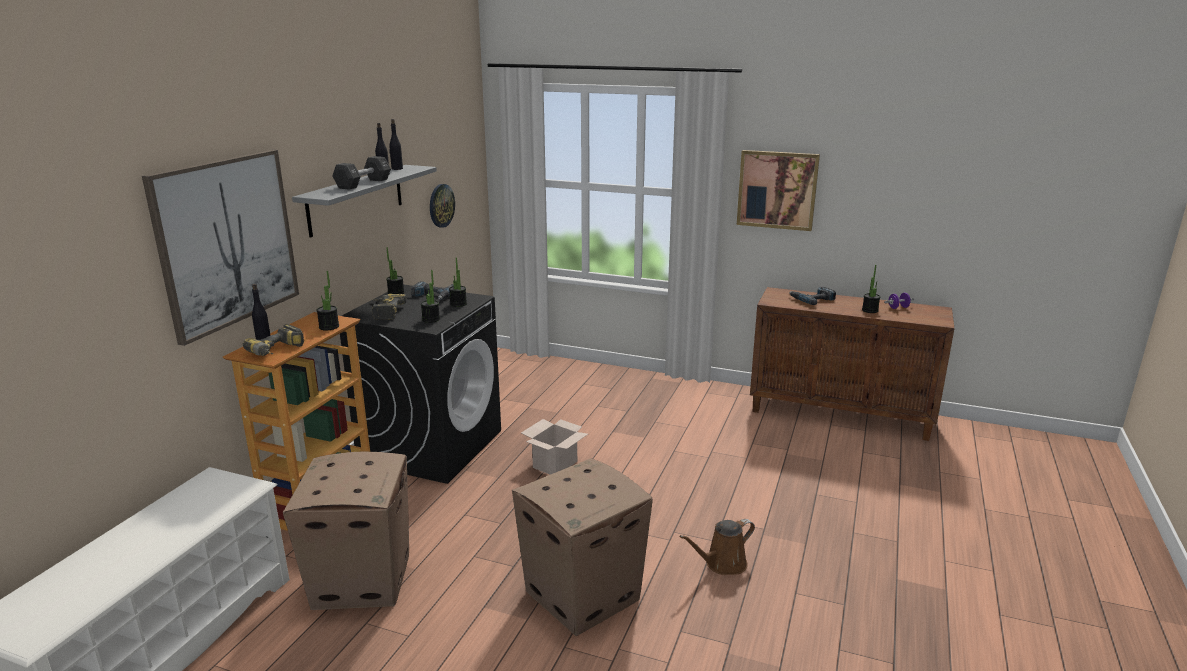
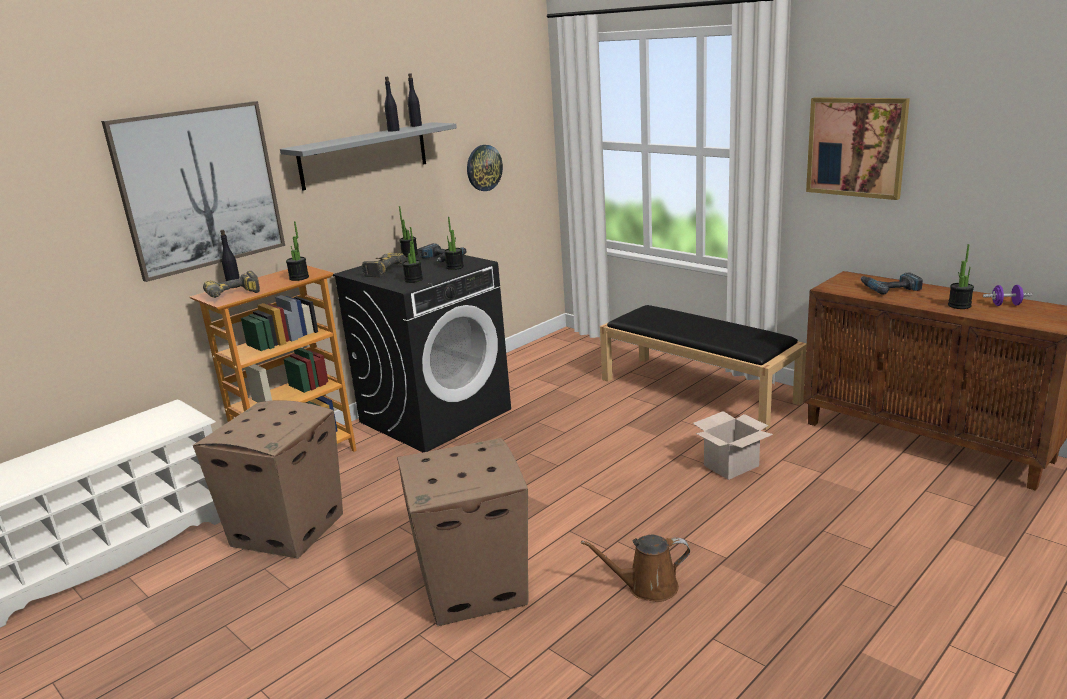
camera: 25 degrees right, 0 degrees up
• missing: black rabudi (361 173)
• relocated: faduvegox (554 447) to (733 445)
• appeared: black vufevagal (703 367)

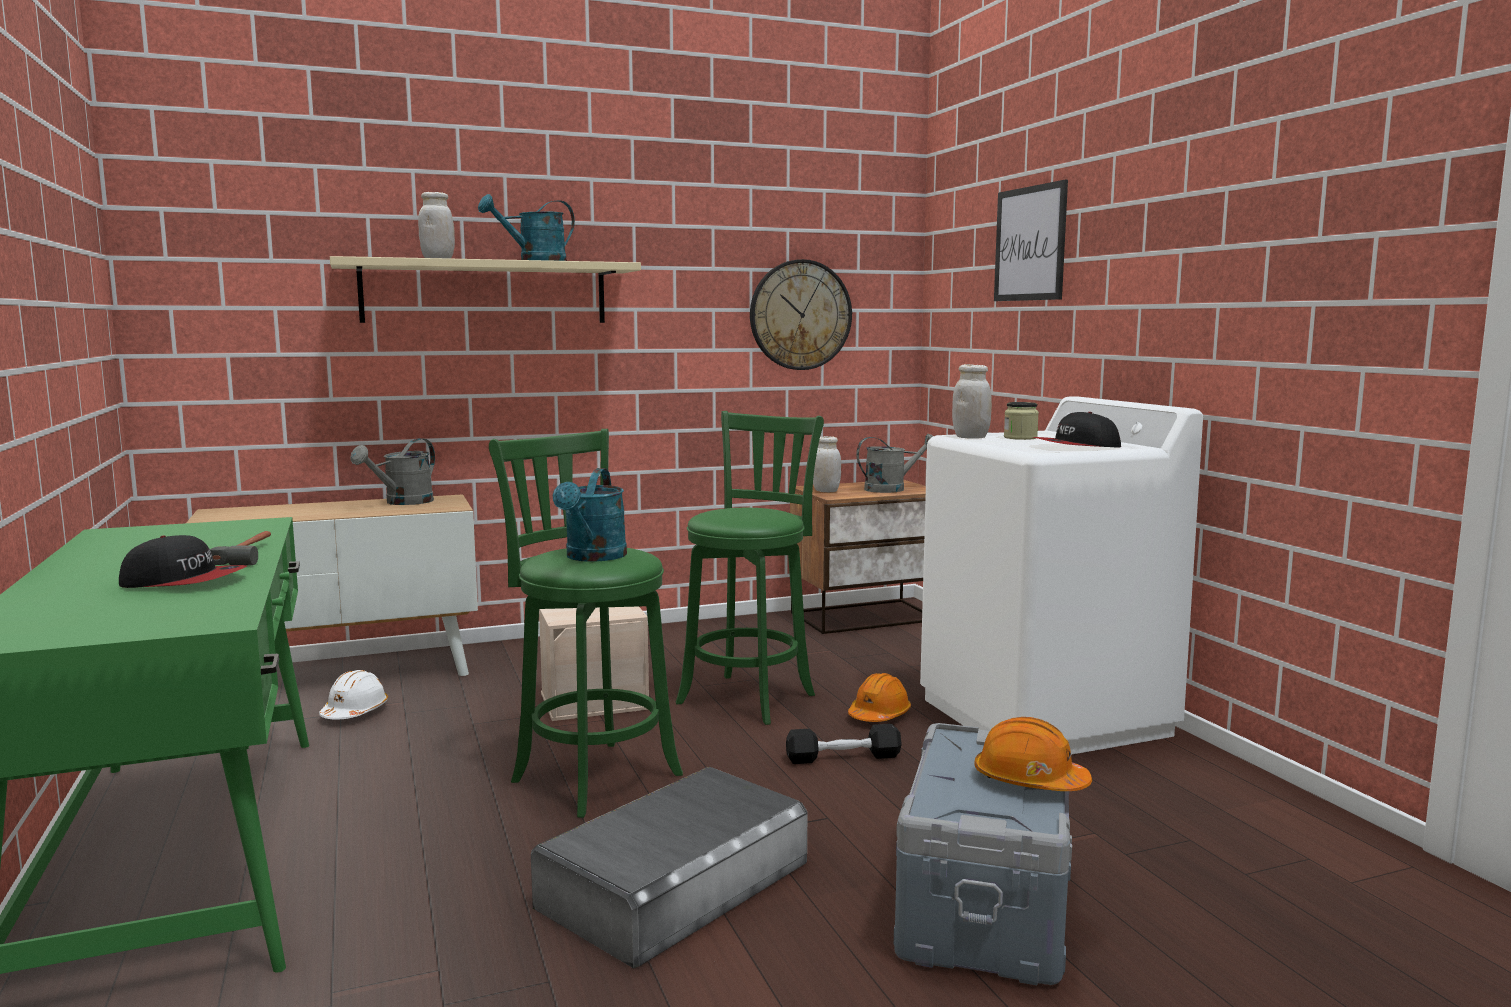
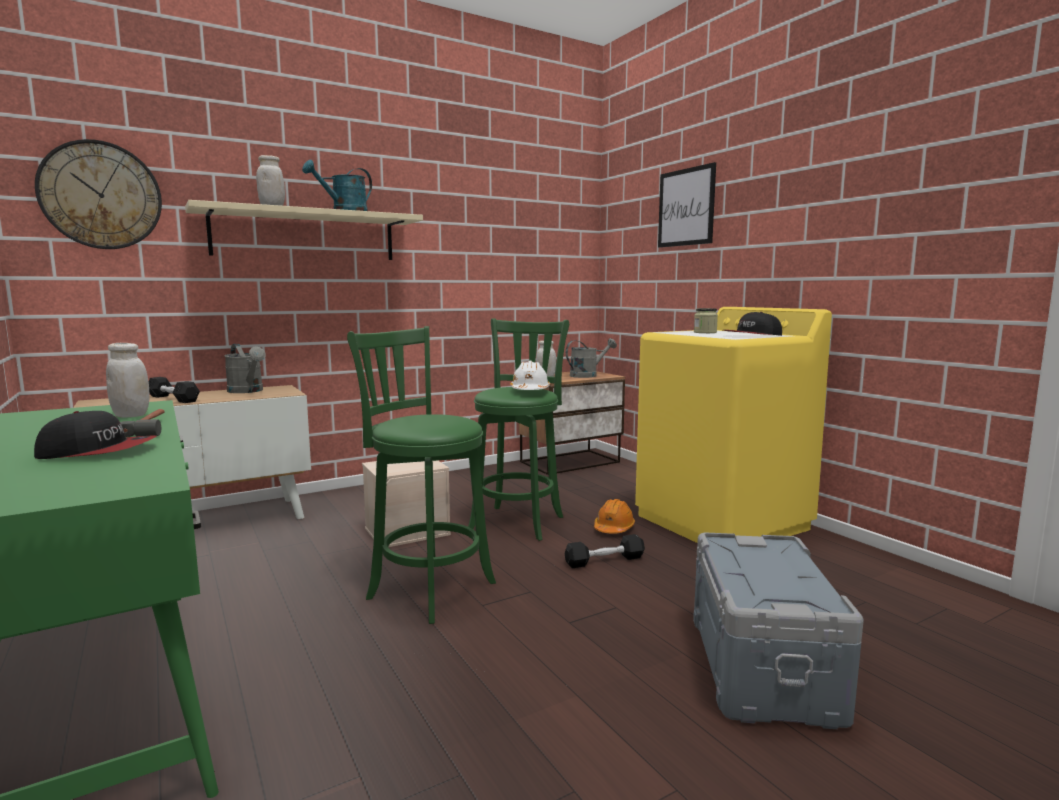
camera: 10 degrees left, 0 degrees up
• relocated: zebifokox (801 314) to (98 194)
• relocated: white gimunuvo (972 401) to (128 380)
• colour: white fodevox (1061 575) to yellow fodevox (733 425)
• spun: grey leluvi (393 471) = (244 368) 60 degrees counterclockwise
• missing: turquoise leluvi (590 515)
• relocated: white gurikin (353 695) to (530 375)
• missing: orange gurikin (1033 754)
• missing: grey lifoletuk (669 867)
• appeared: black rabudi (174 390)

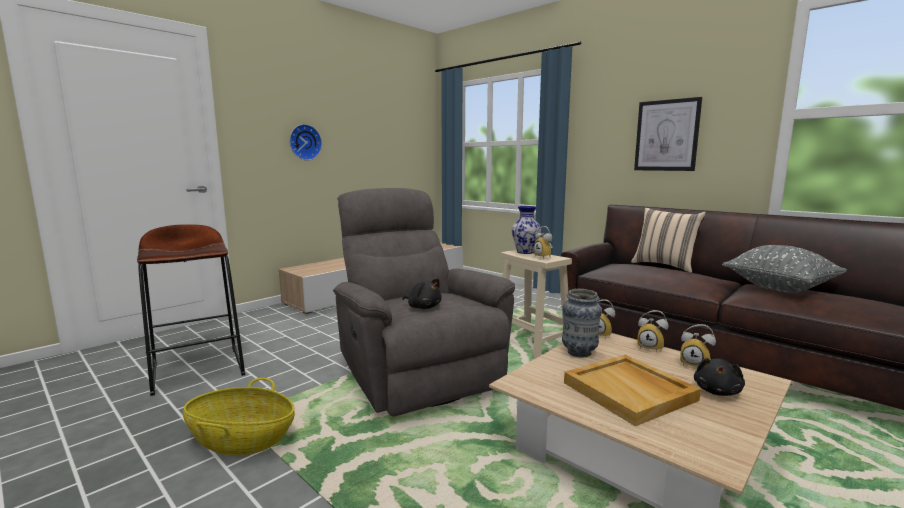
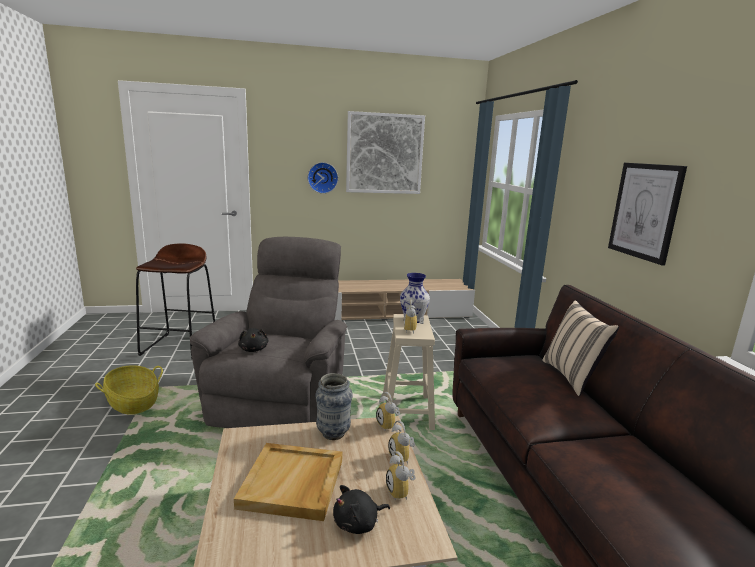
camera: 35 degrees right, 5 degrees up
• missing: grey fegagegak (784 269)
• appeared: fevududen (385 152)

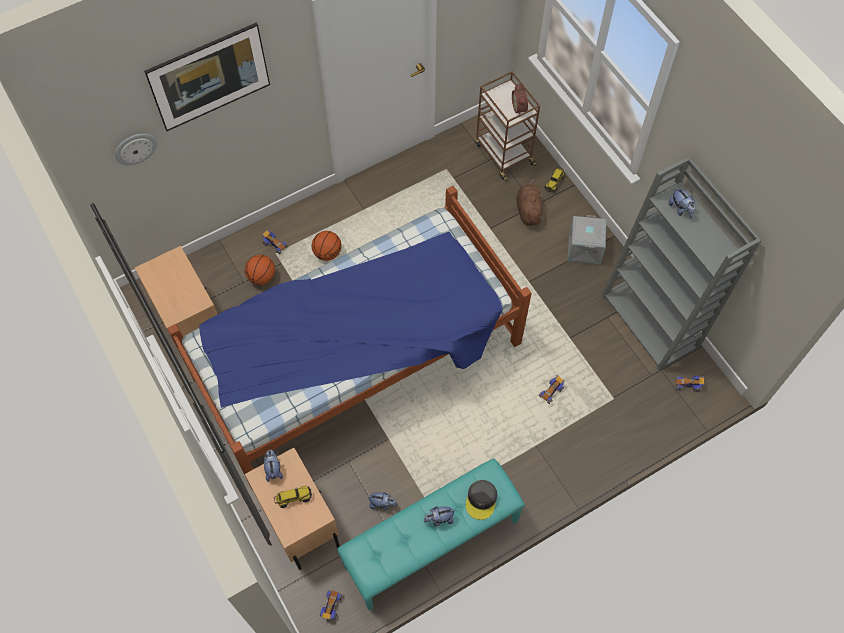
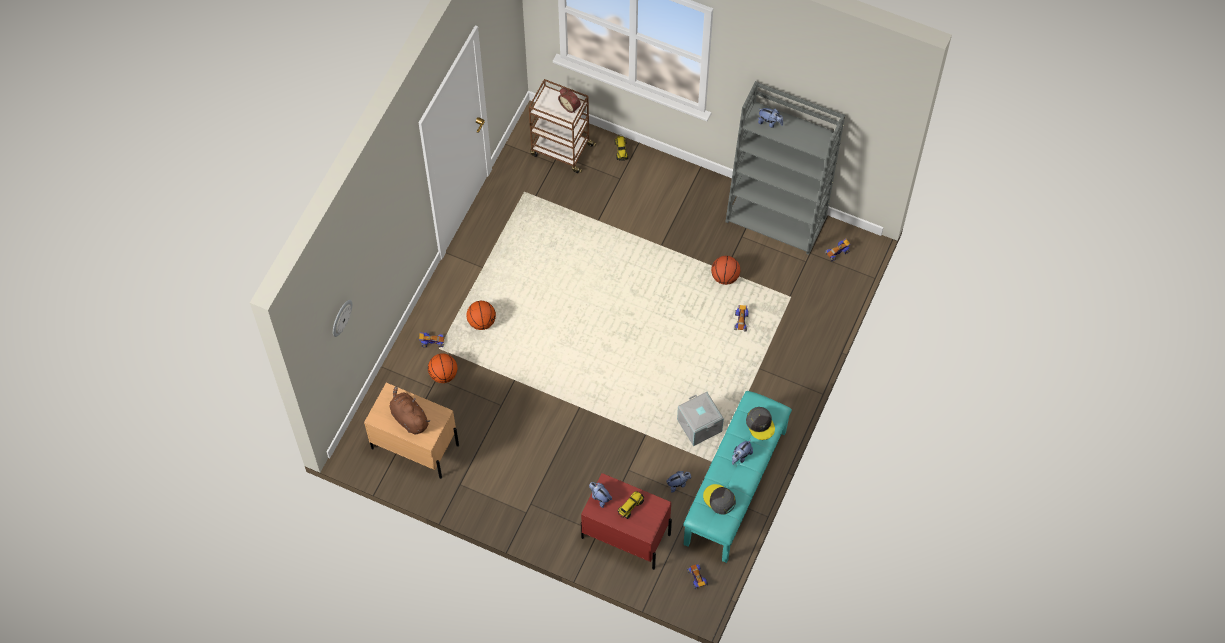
camera: 35 degrees left, 0 degrees up
• missing: fevududen (207 77)
• relocated: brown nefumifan (529 202) to (410 410)
• missing: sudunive (349 338)
• relocated: grey lifoletuk (587 239) to (700 419)
• colour: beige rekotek (292 509) to red rekotek (626 521)
• appeared: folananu (725 270)
• appeared: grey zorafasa (719 499)

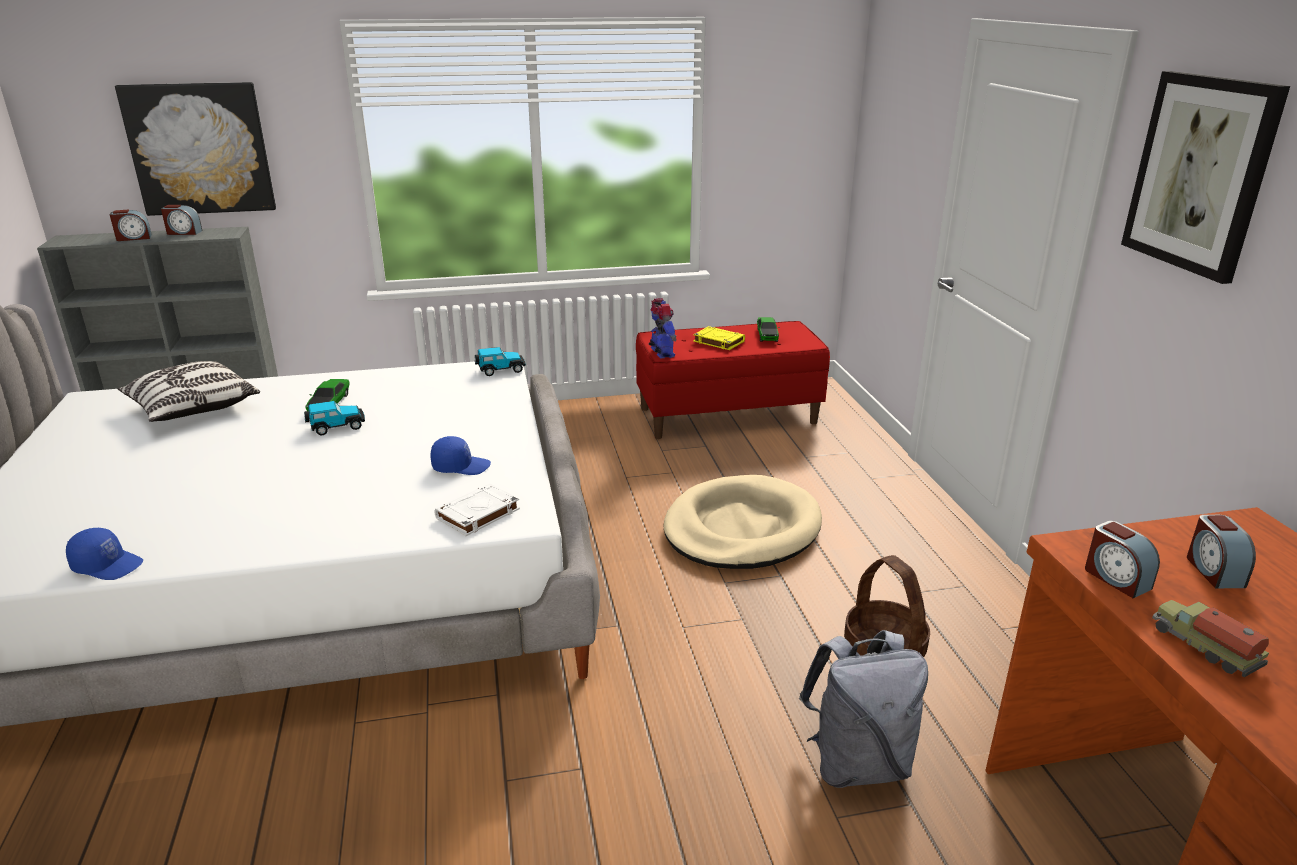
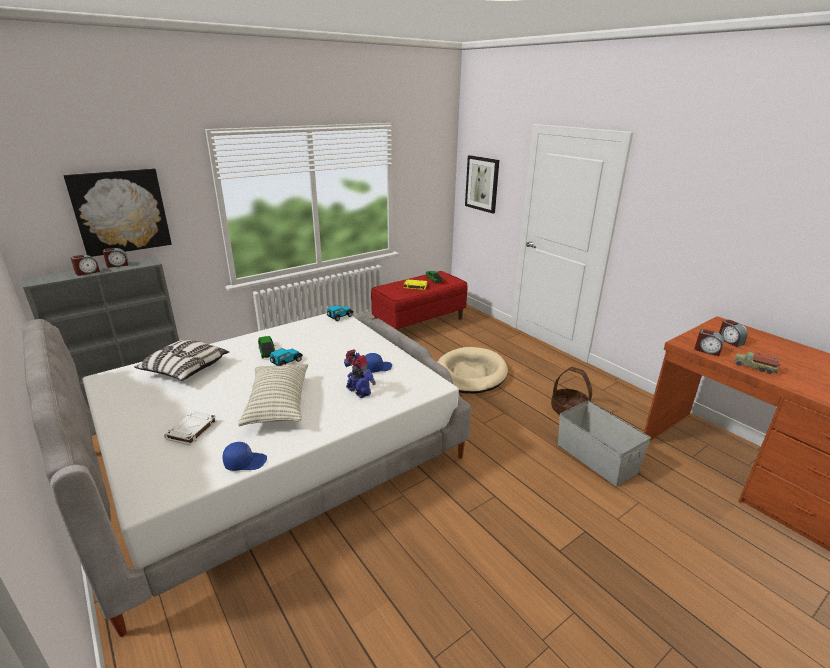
camera: 25 degrees left, 0 degrees up
• relocated: fevududen (1205 177) to (482 184)
• relocated: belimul (663 328) to (360 374)
• relocated: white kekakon (477 509) to (190 428)
• exchanged: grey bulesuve (863 709) to grey lifoletuk (604 443)
• appeared: fegagegak (273 395)

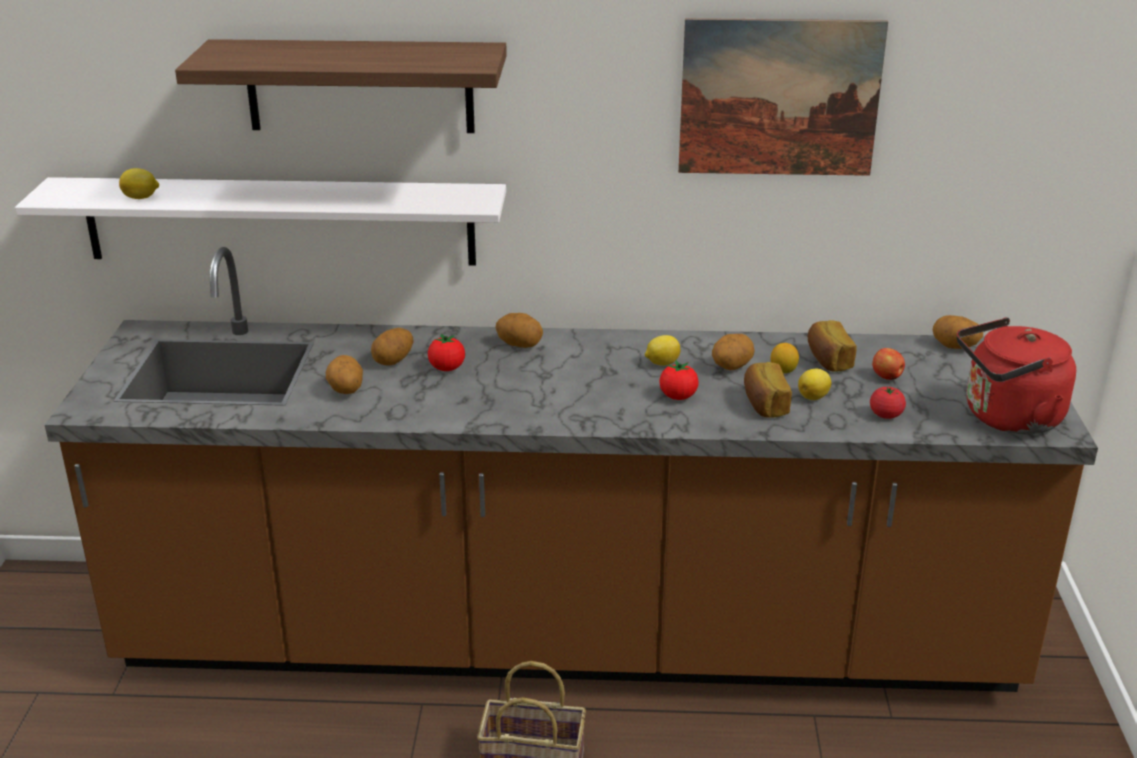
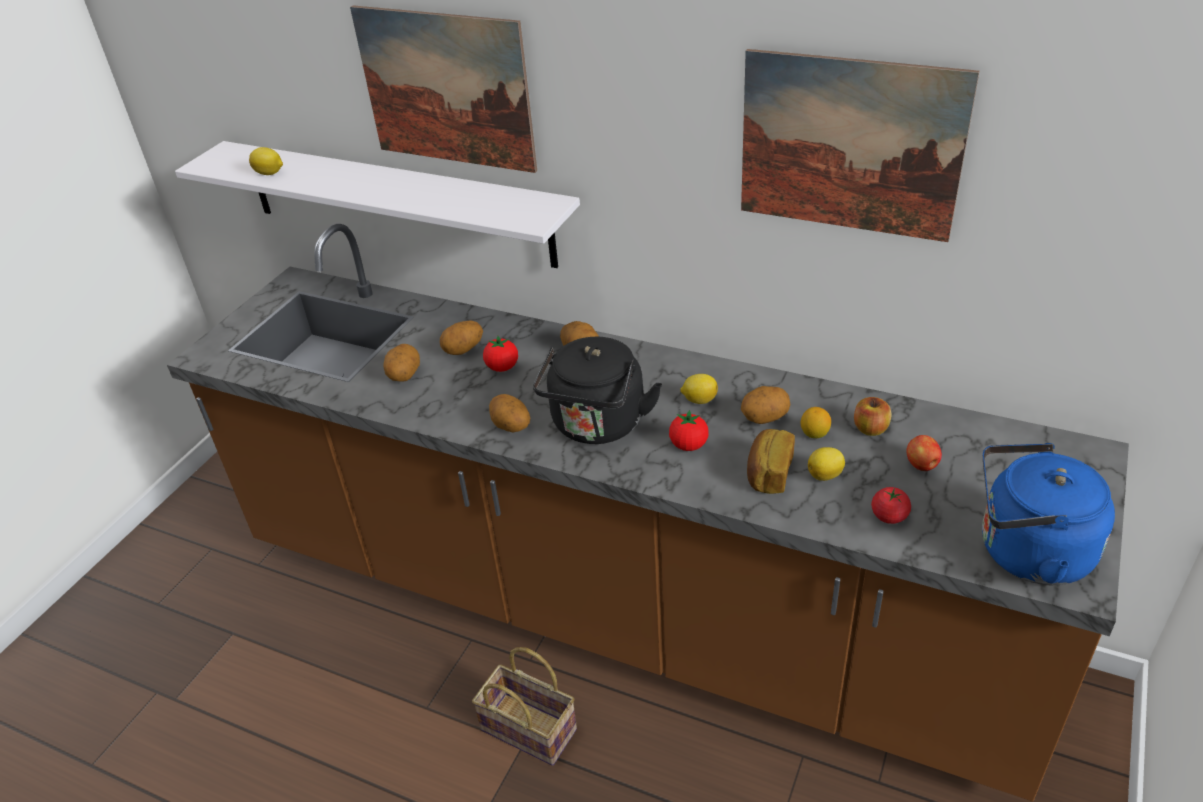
camera: 25 degrees right, 10 degrees up
• exchanged: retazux (341 86) to fevududen (443 89)
• relocated: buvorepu (958 332) to (509 413)
• colour: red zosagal (1016 375) to blue zosagal (1048 514)
• exchanged: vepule (832 346) to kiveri (873 416)
• appeared: black zosagal (597 390)

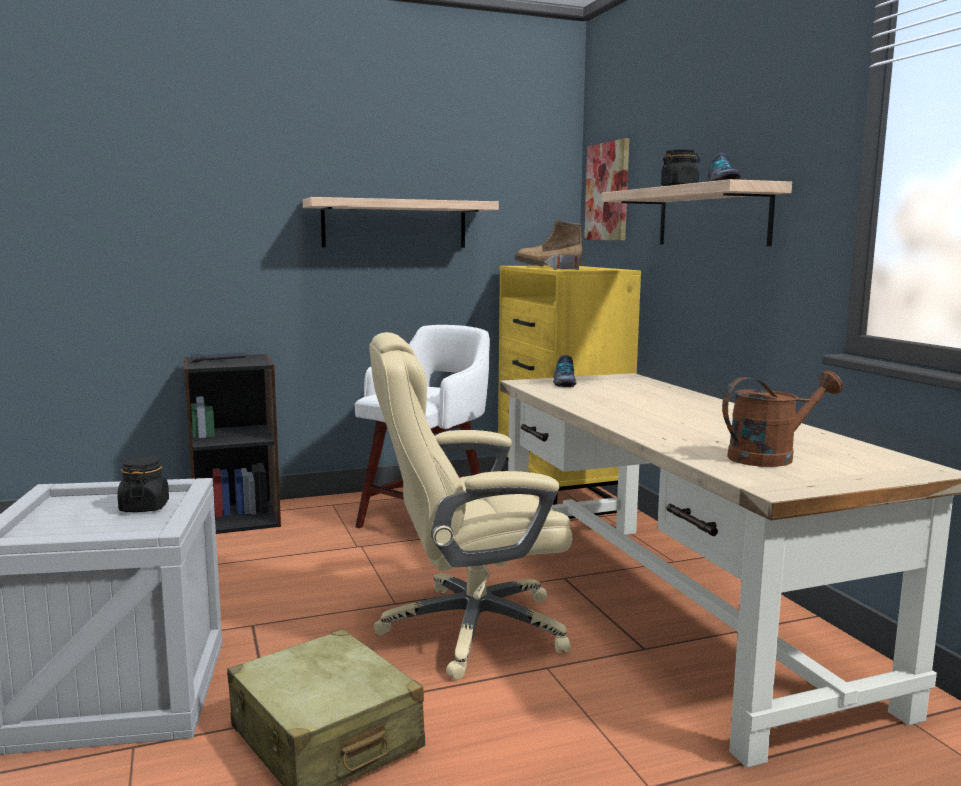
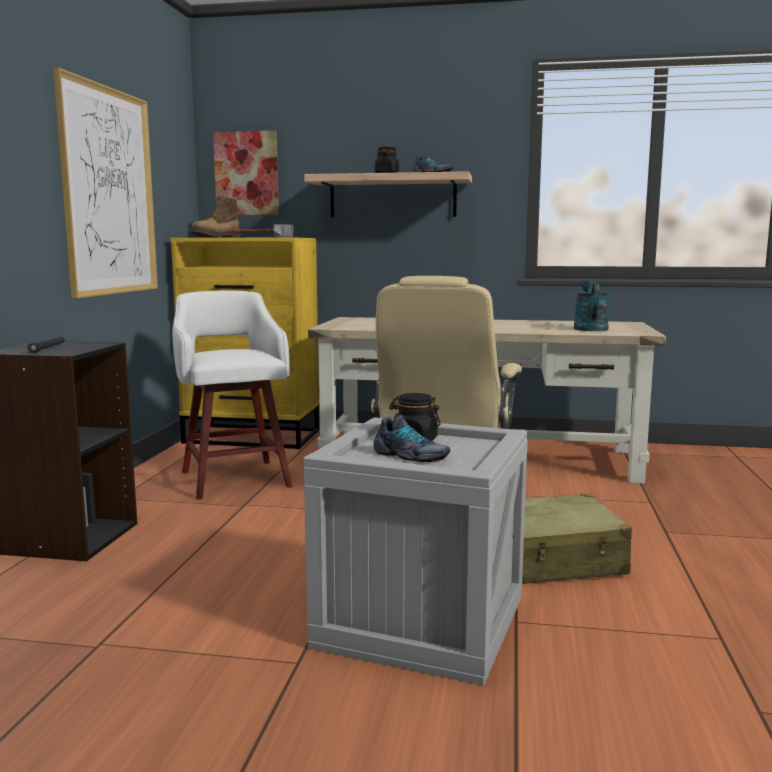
camera: 60 degrees left, 0 degrees up
• exchanged: retazux (401 222) to fevududen (105 183)
• relocated: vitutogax (565 371) to (411 439)
• colour: brown leluvi (782 418) to turquoise leluvi (592 305)

